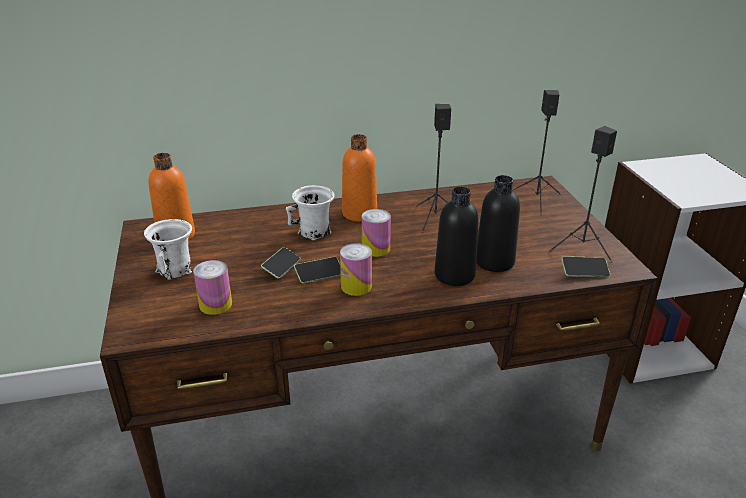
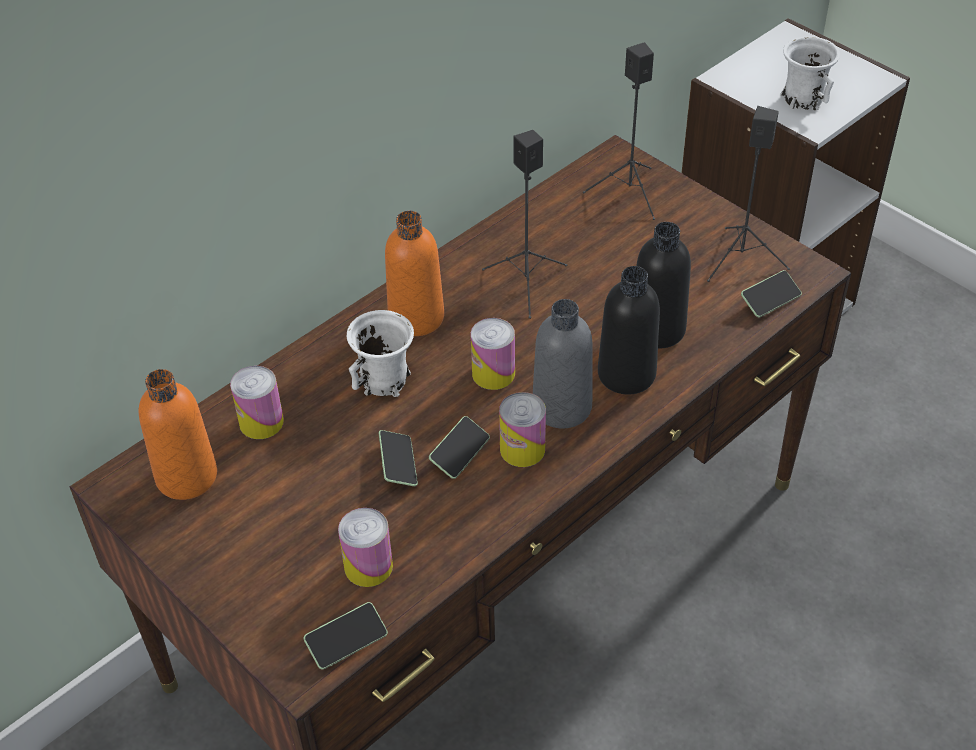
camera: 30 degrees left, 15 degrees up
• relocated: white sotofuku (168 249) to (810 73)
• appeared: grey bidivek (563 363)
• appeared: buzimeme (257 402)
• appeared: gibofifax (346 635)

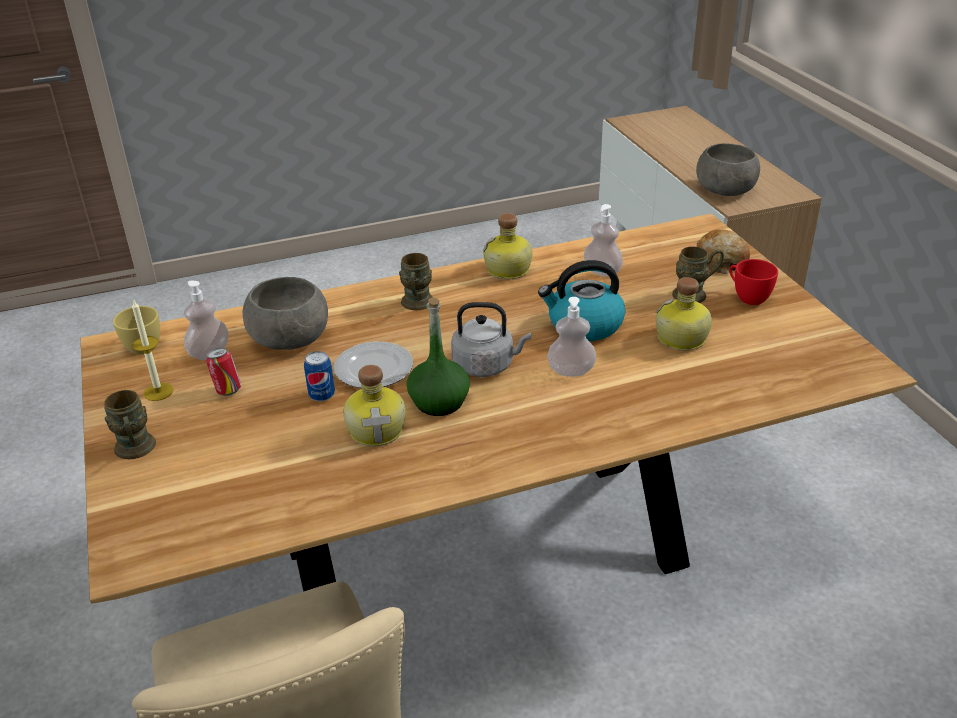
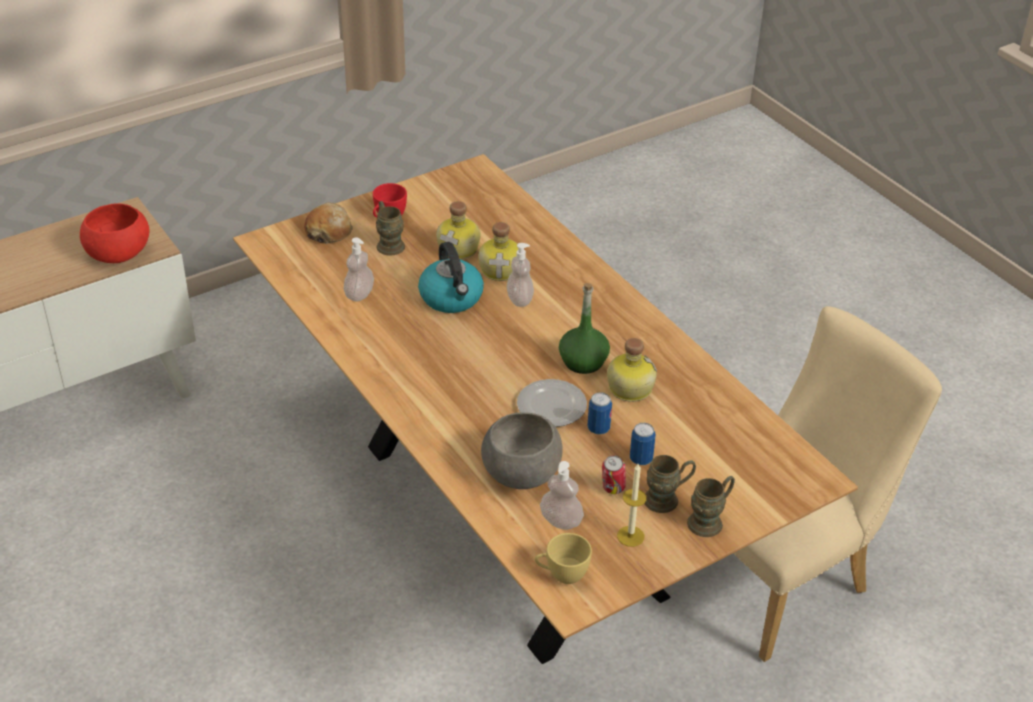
camera: 105 degrees left, 5 degrees up
• colour: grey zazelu (728 169) to red zazelu (114 233)
• relocated: bidivek (508 246) to (498 251)
• relocated: brown sotofuku (416 281) to (670 484)
• missing: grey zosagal (491 339)
• appeared: buzimeme (643 444)

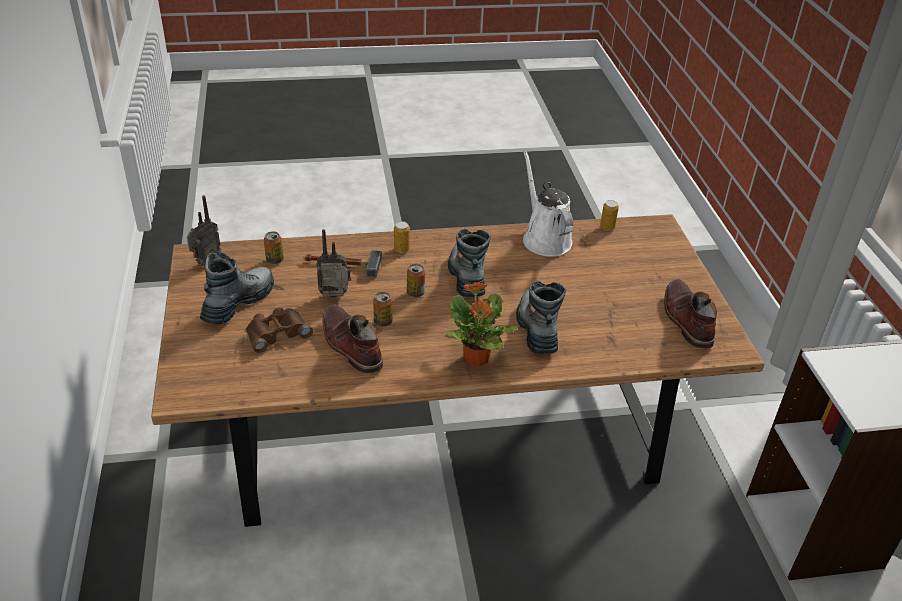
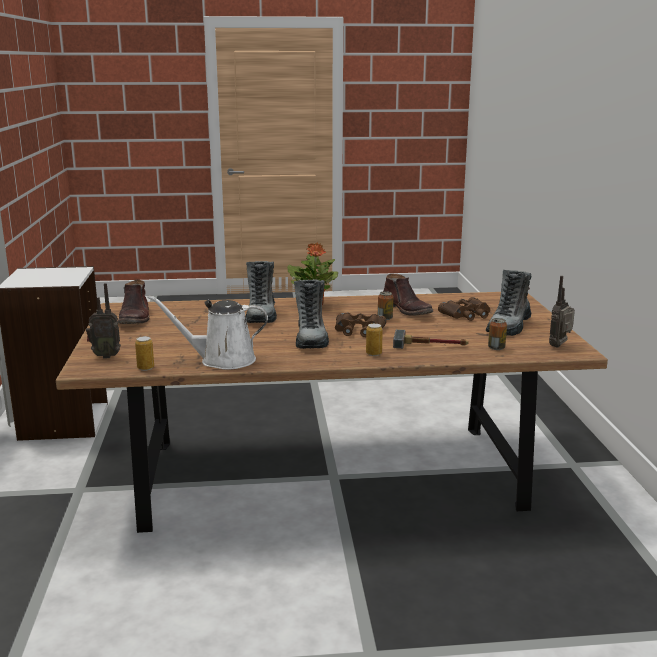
camera: 175 degrees left, 20 degrees down
• spun: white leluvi (548 204) = (207 332) 105 degrees clockwise
• relocated: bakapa (334 263) to (103 320)
• exchanged: buzimeme (416 280) to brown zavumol (361 325)

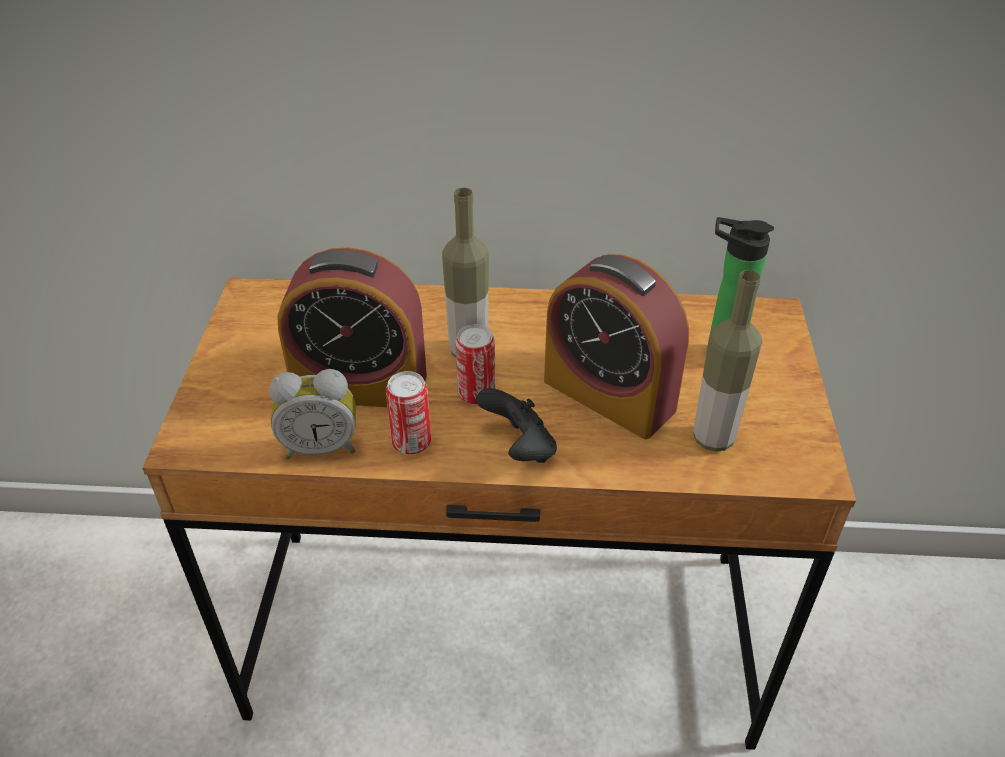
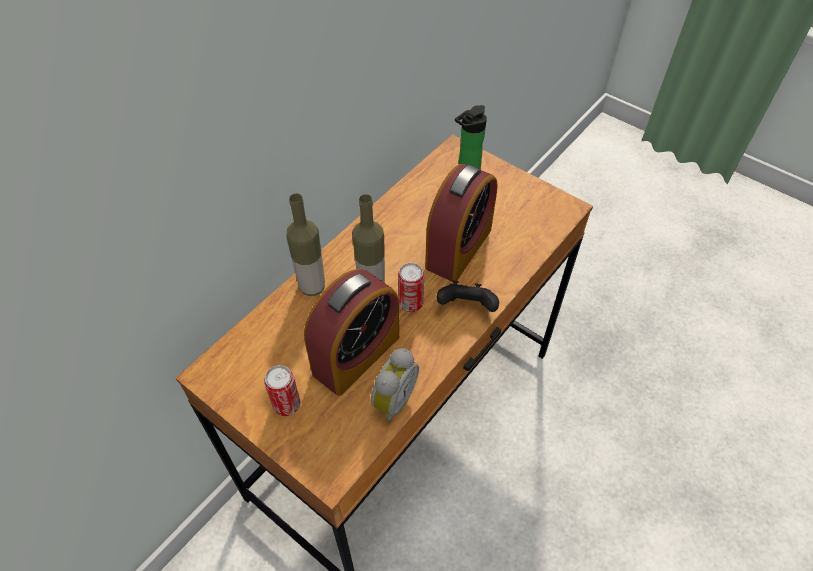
camera: 55 degrees left, 10 degrees up
• spun: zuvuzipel (616 346) = (461 222) 45 degrees counterclockwise
• relocated: bidivek (727 361) to (305 244)
• relocated: buzimeme (408 413) to (282 390)

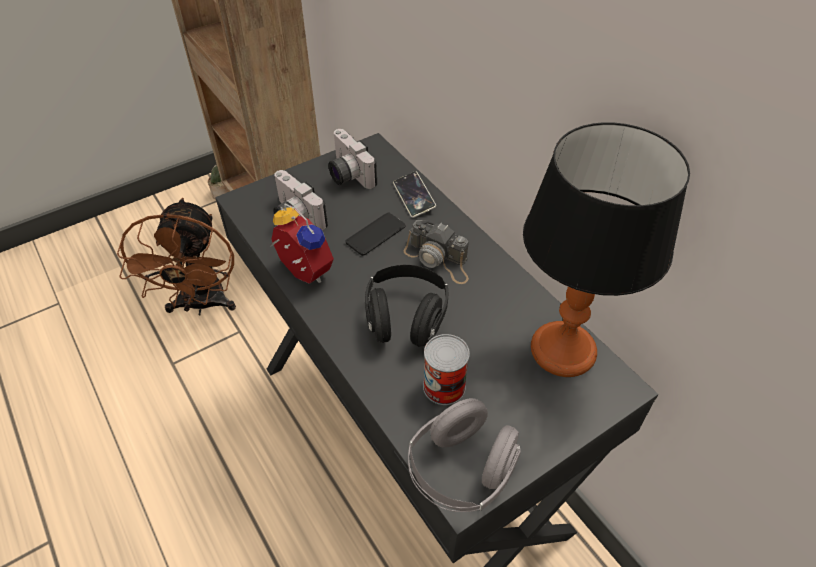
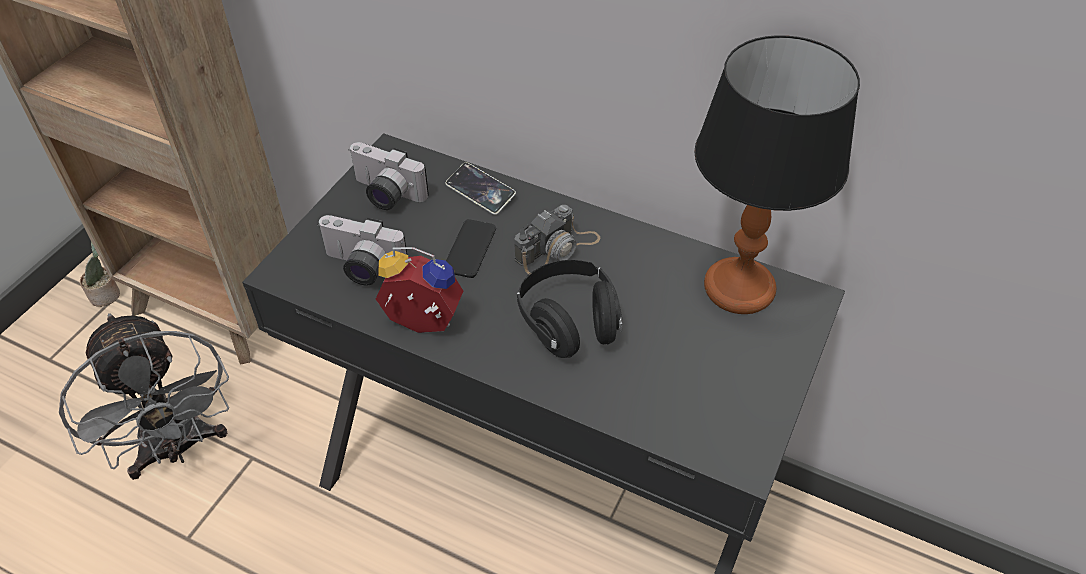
camera: 30 degrees left, 0 degrees up
• colour: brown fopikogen (176 257) to grey fopikogen (144 396)
• spun: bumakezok (436 252) = (557 239) 45 degrees counterclockwise
• missing: buzimeme (446 369)
• missing: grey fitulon (464 455)

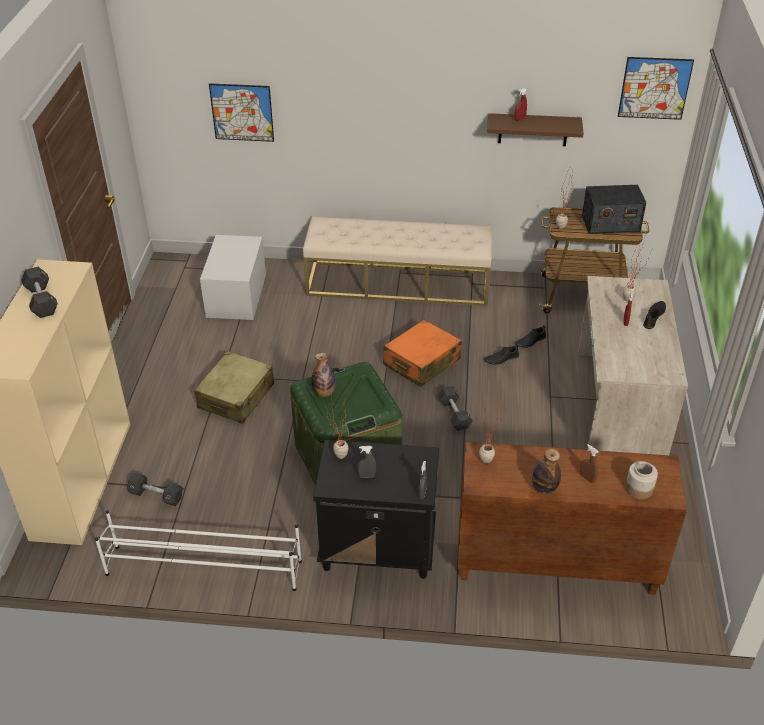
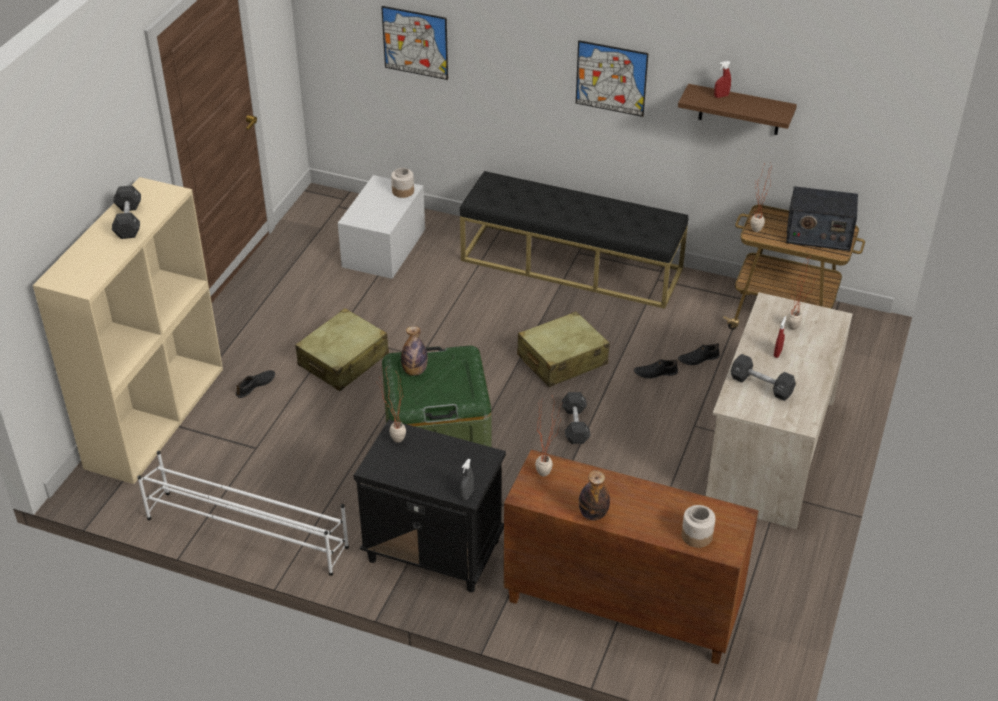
camera: 15 degrees right, 0 degrees up
• relocated: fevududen (656 88) to (612 78)
• colour: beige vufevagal (397 261) to black vufevagal (574 240)
• relocated: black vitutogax (654 315) to (255 384)
• colour: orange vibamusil (422 353) to beige vibamusil (563 349)
• missing: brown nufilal (589 463)
• missing: grey nufilal (366 462)
• relocated: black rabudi (155 489) to (763 377)
• appeared: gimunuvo (402 183)

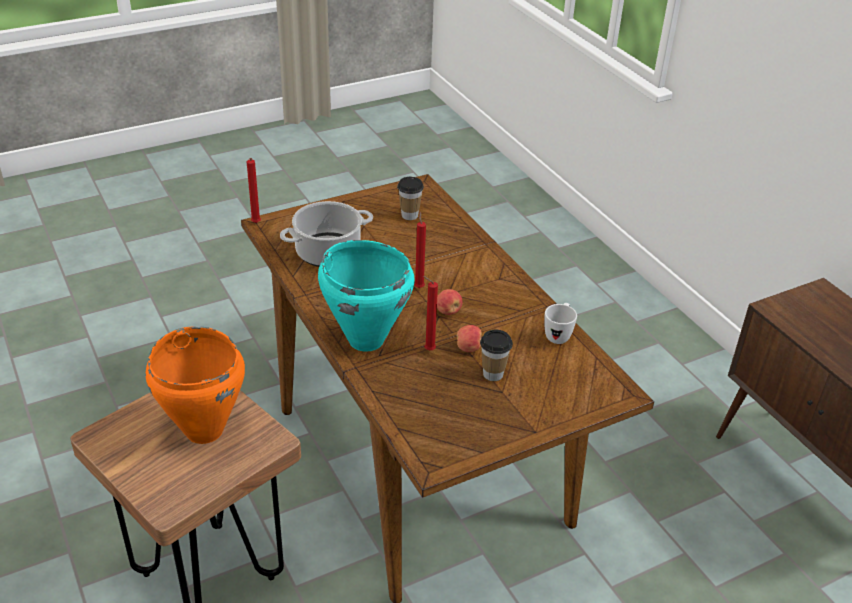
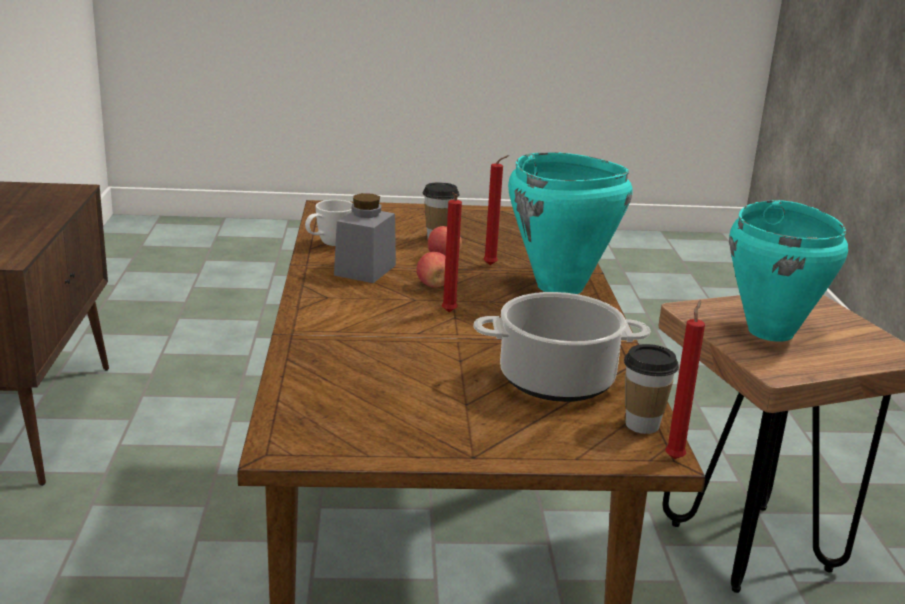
camera: 155 degrees left, 15 degrees down
• relocated: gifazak (410 198) to (651 389)
• colour: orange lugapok (195 385) to turquoise lugapok (788 271)
• appeared: grey gimunuvo (365 238)

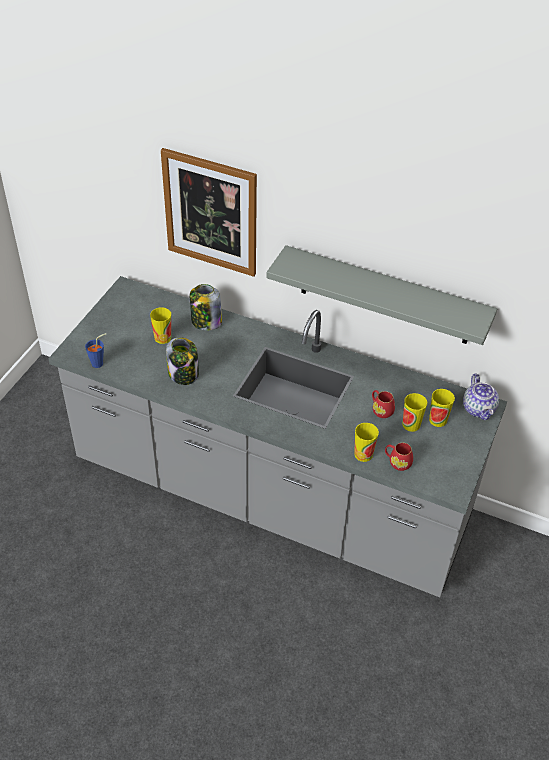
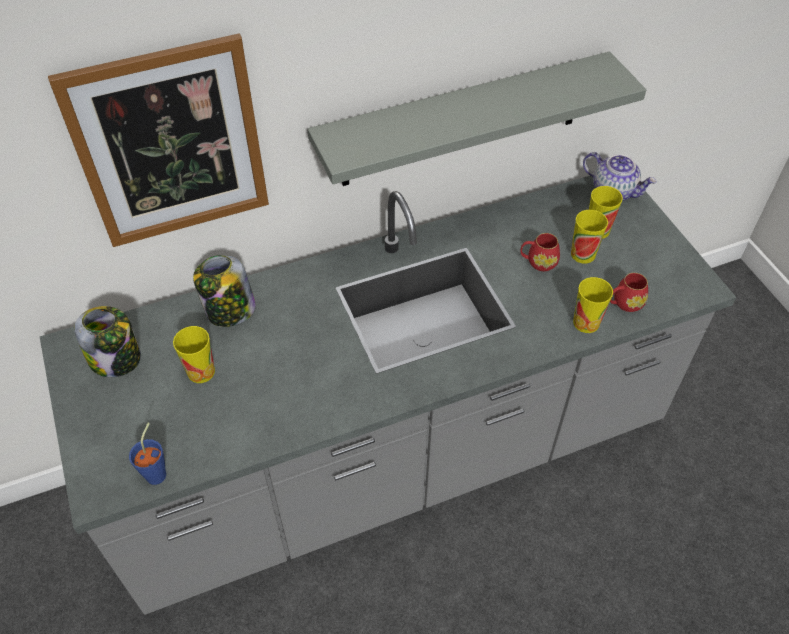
camera: 45 degrees left, 5 degrees up
• relocated: gimunuvo (182 361) to (107 341)

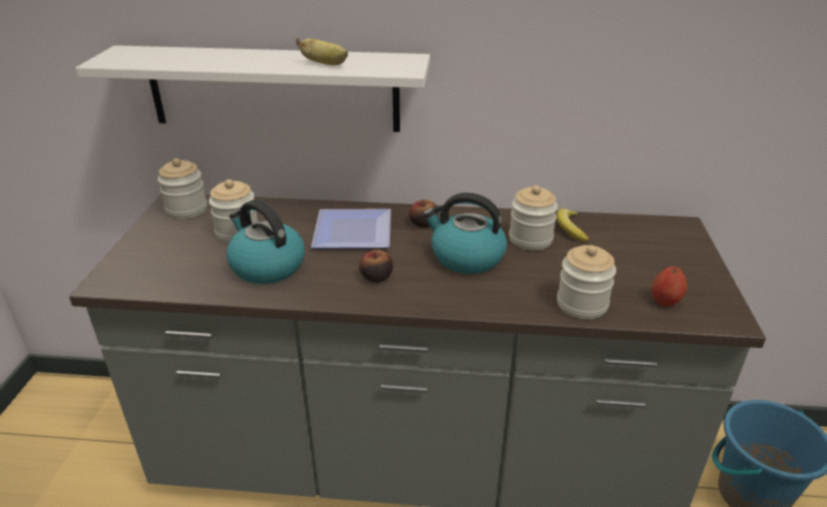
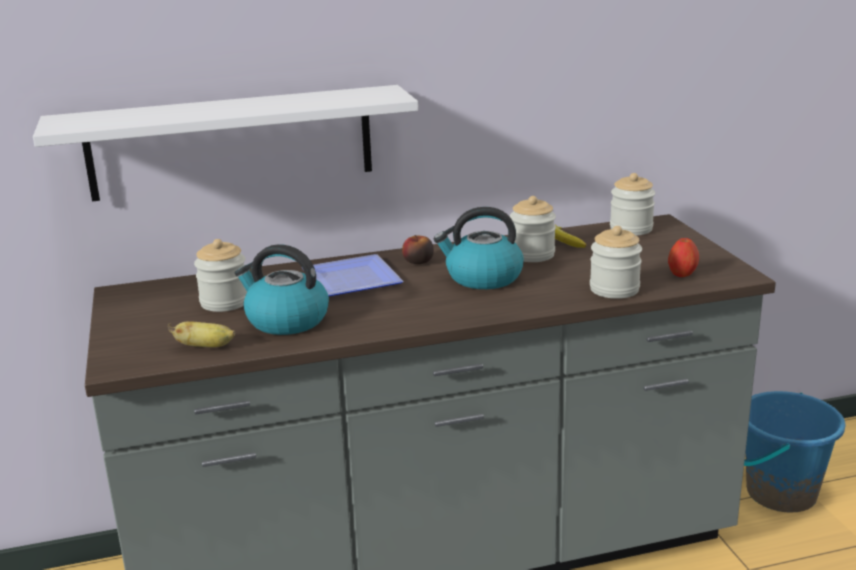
camera: 20 degrees left, 10 degrees down
• relocated: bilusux (322 51) to (201 334)
• relocated: gimunuvo (182 188) to (632 204)
• missing: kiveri (376 266)

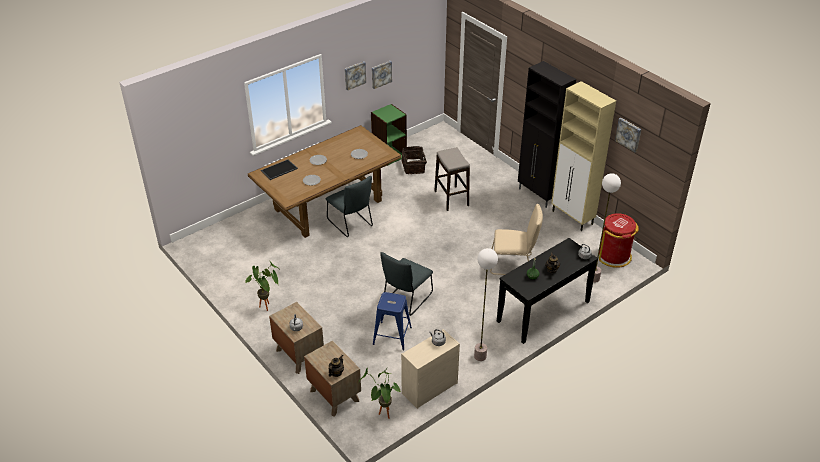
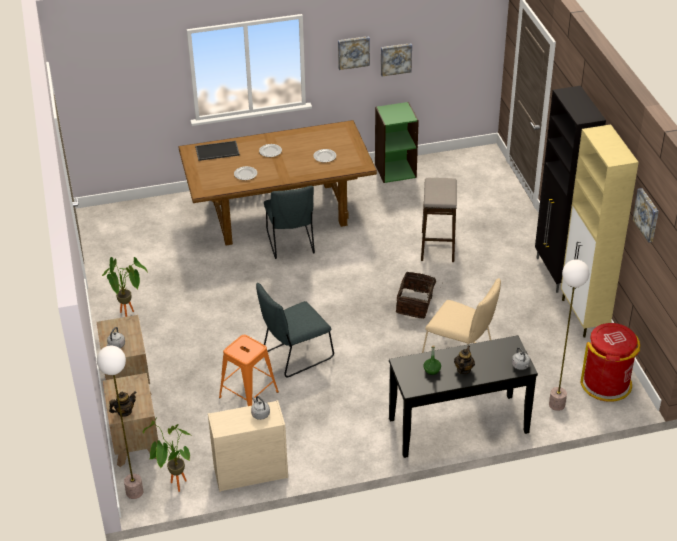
camera: 25 degrees right, 0 degrees up
• relocated: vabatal (414 160) to (418 295)
• relocated: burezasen (486 304) to (120 422)
• colour: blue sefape (392 321) to orange sefape (249 370)

